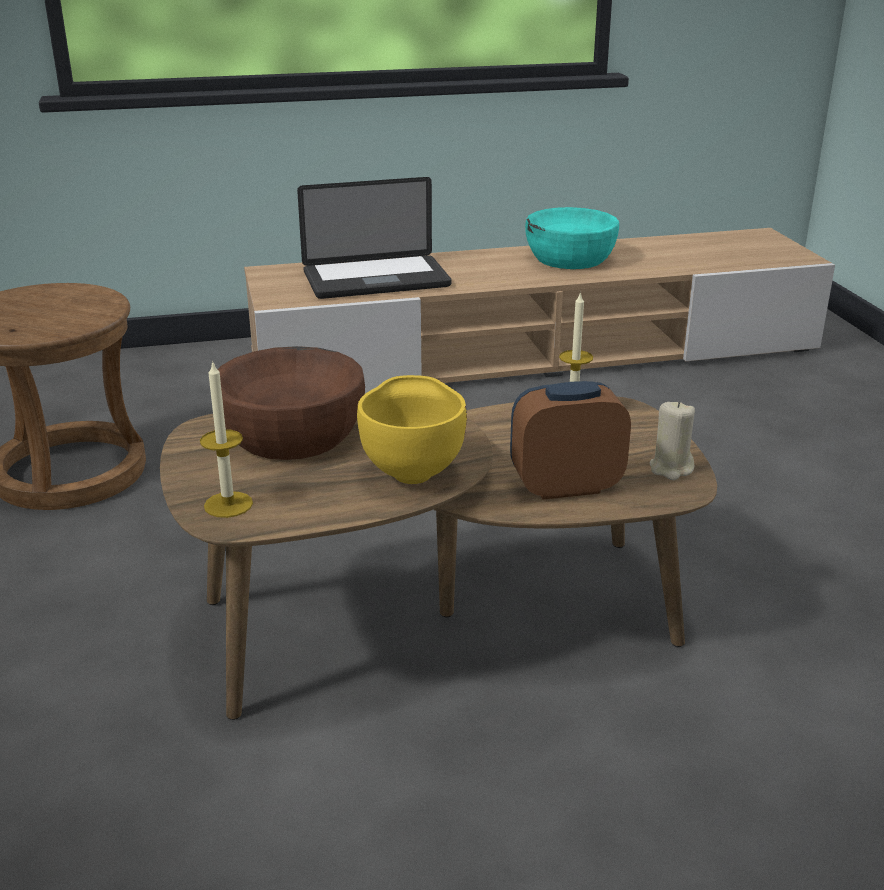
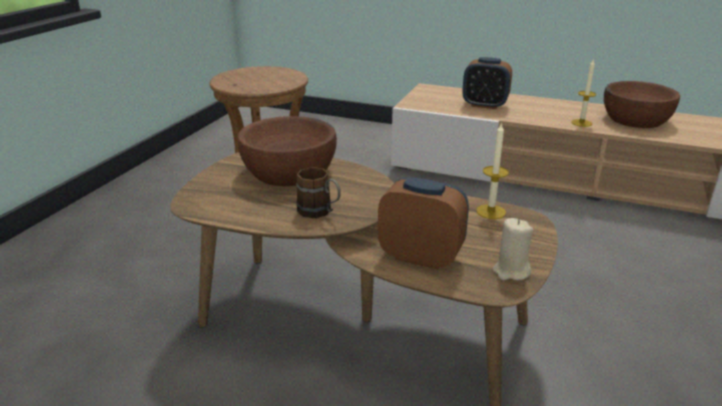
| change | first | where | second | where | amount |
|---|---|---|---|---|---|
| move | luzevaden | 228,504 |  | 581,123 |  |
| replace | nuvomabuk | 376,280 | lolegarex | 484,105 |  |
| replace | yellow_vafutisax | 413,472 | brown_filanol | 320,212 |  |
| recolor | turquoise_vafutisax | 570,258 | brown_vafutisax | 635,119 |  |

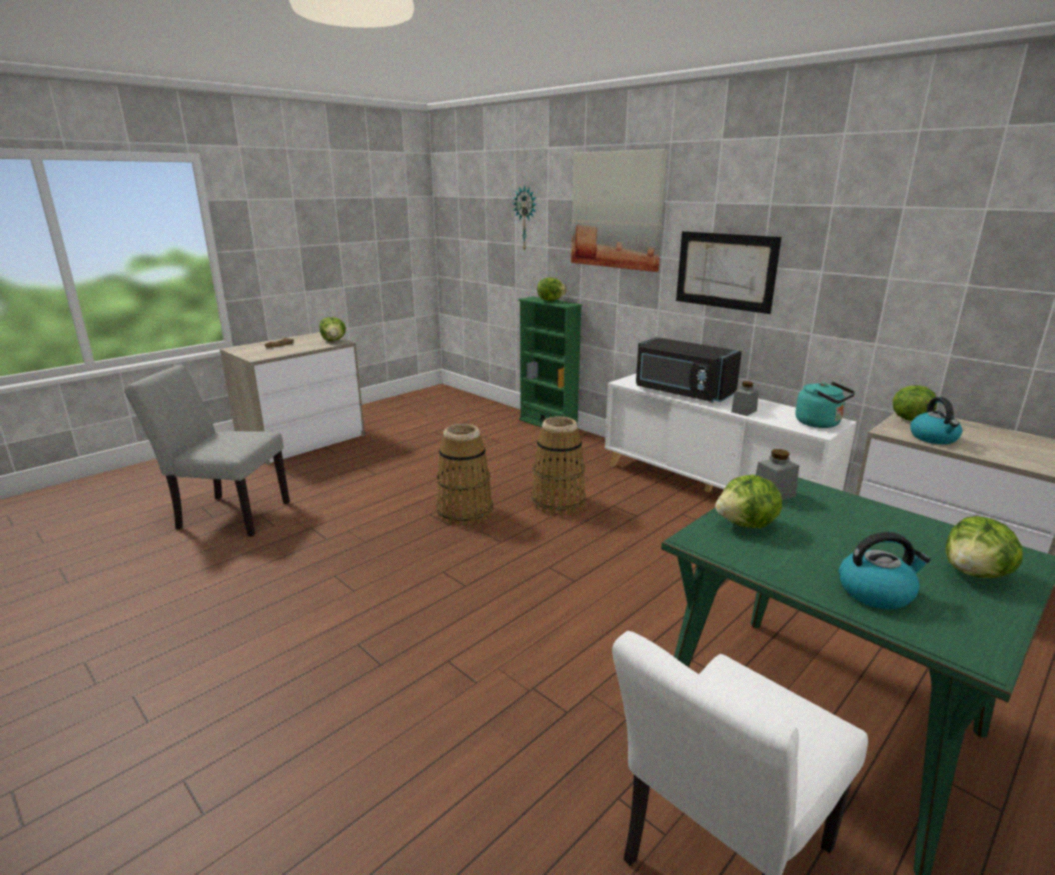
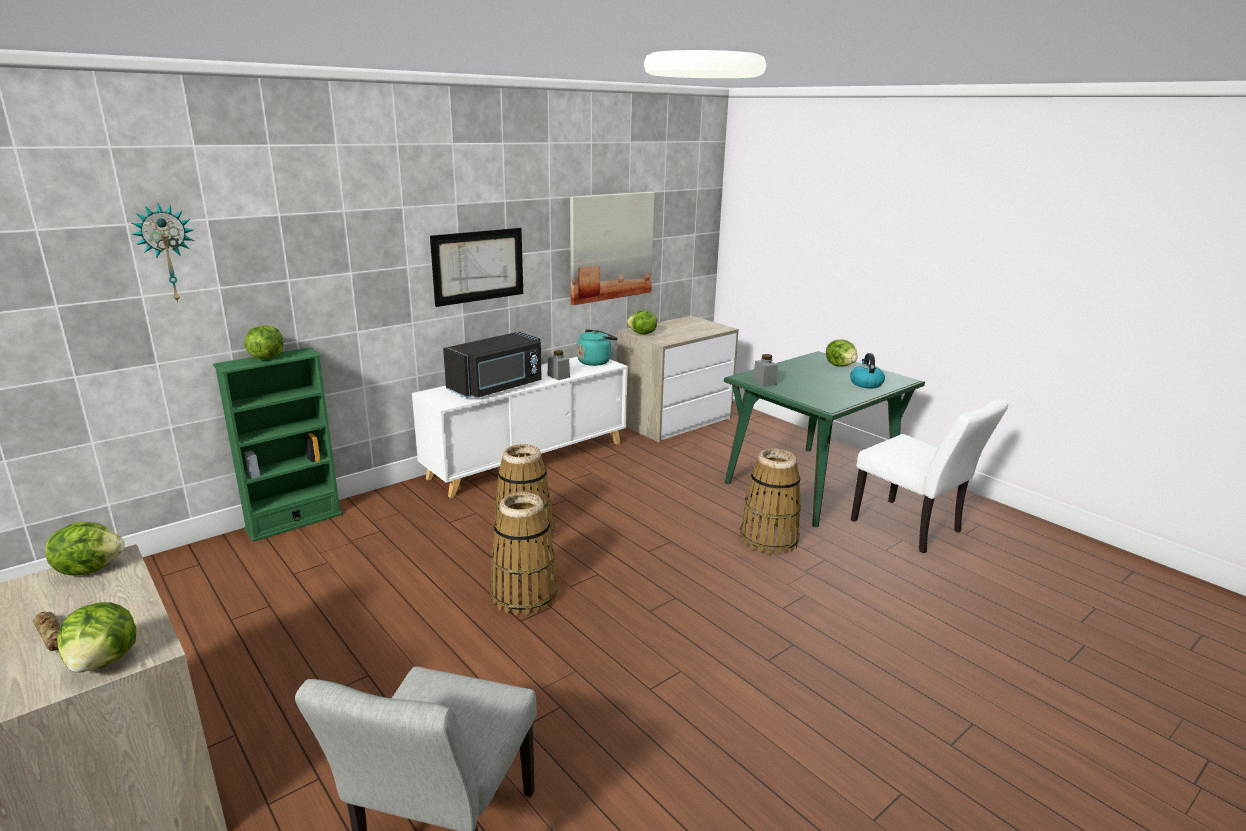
| change | first | where | second | where | amount |
|---|---|---|---|---|---|
| delete | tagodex | 934,438 |  |  |  |
| insert |  |  | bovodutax | 769,539 |  |
| move | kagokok | 617,210 |  | 611,247 |  |
| move | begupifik | 747,525 |  | 104,661 |  |

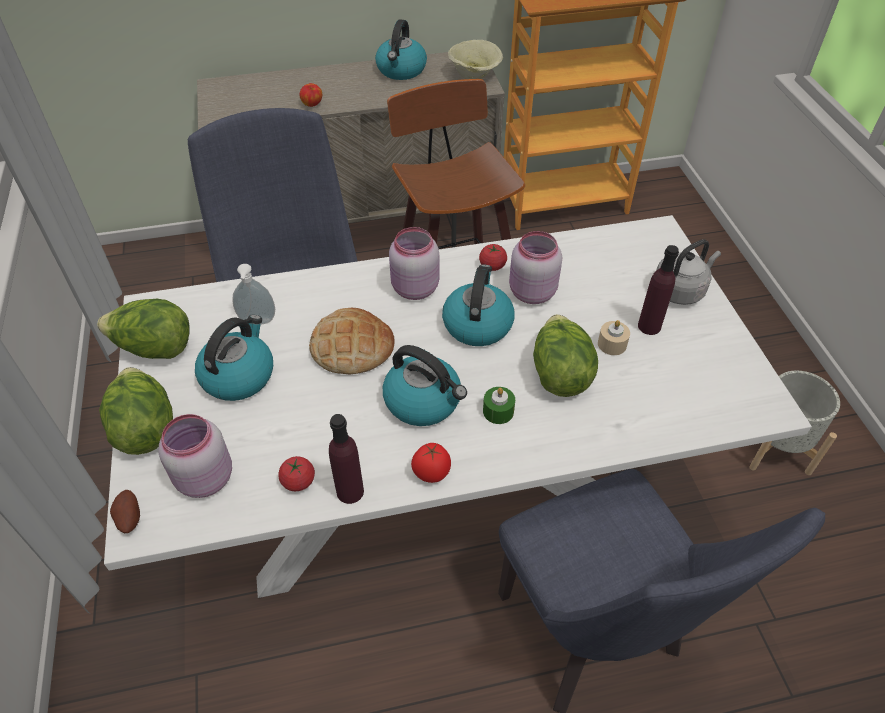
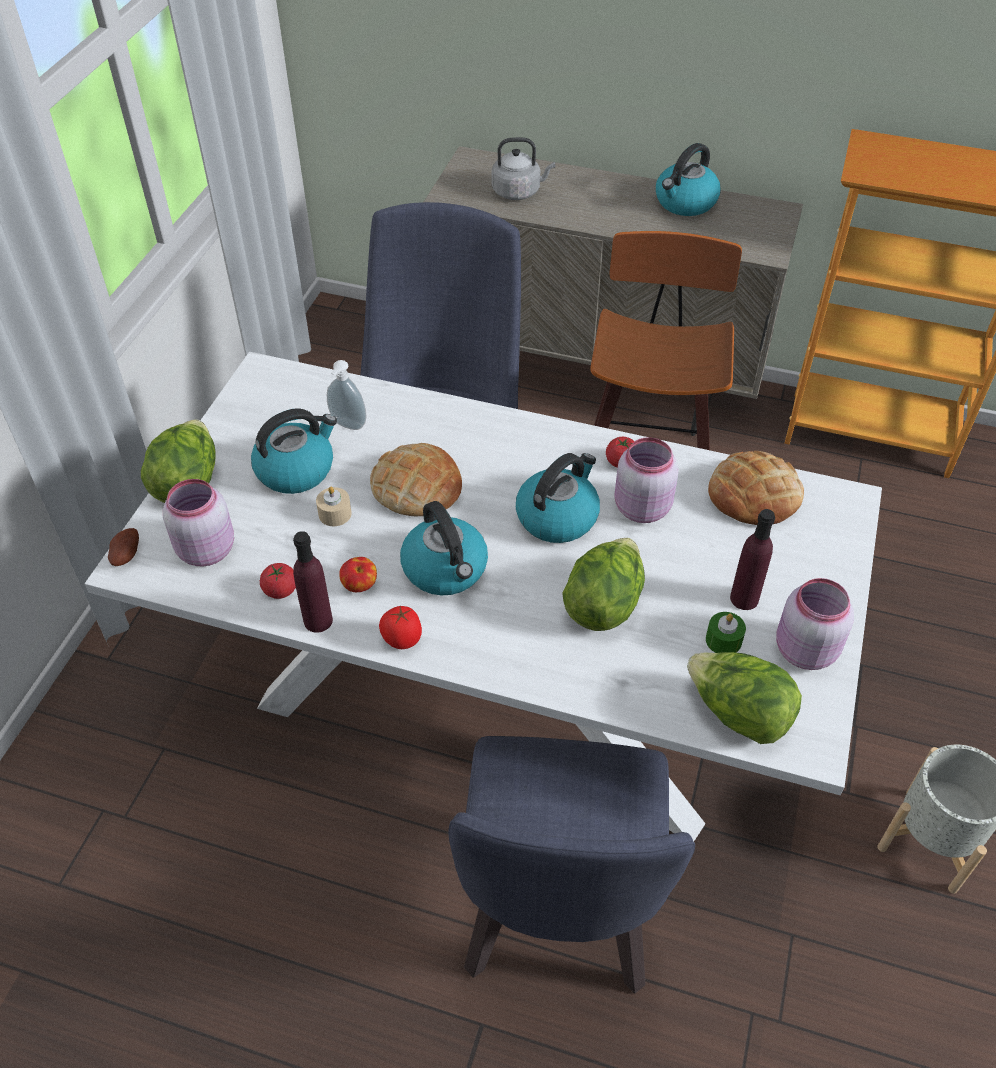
| change | first | where | second | where | amount |
|---|---|---|---|---|---|
| delete | beige_vafutisax | 475,75 |  |  |  |
| insert |  |  | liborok | 754,495 |  |
| move | begupifik | 154,348 |  | 738,714 |  |
| move | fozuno | 312,104 |  | 360,586 |  |
| move | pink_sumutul | 413,289 |  | 803,650 |  |
| move | green_luzevaden | 498,411 |  | 723,640 |  |
| move | beige_luzevaden | 612,344 |  | 335,514 |  |
| move | grey_tagodex | 680,290 |  | 519,192 |  |

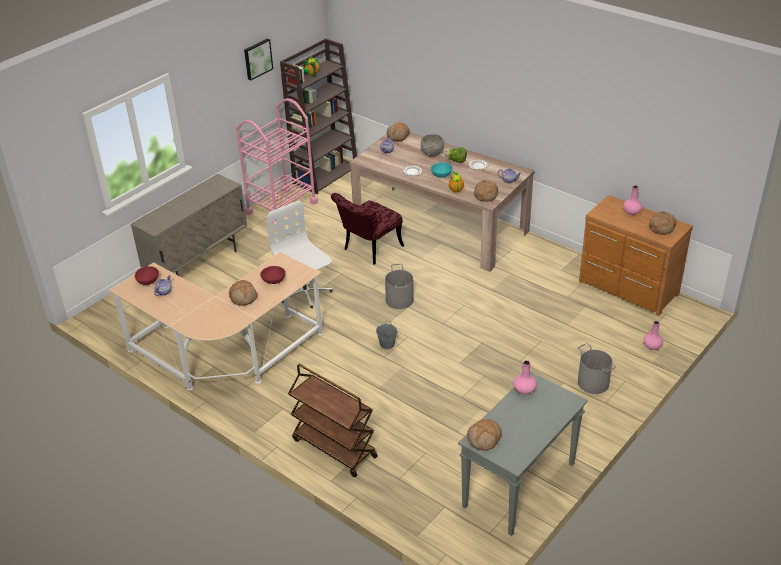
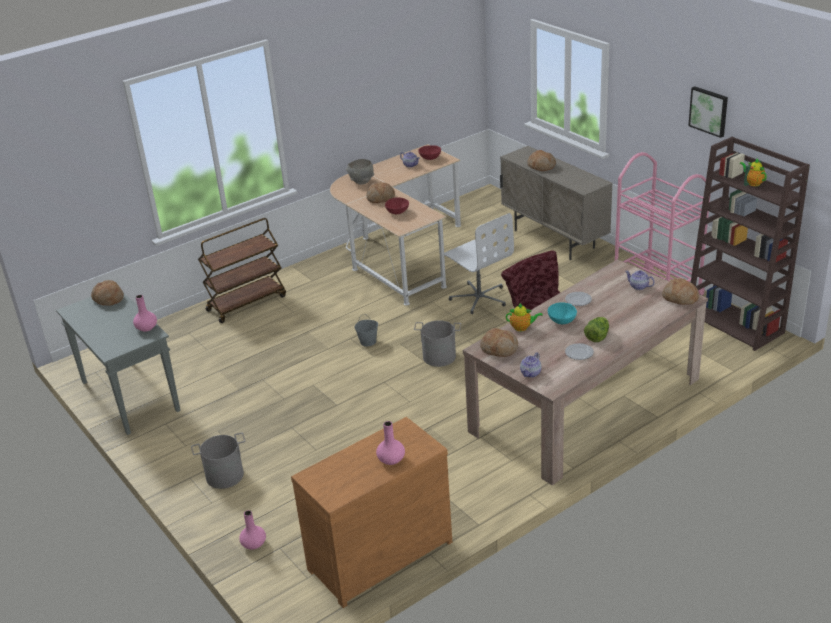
| change | first | where | second | where | amount |
|---|---|---|---|---|---|
| move | grey_vafutisax | 432,155 |  | 361,182 |  |
| move | liborok | 661,227 |  | 541,166 |  |
| rotate | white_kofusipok | 305,292 |  | 479,298 | 75 degrees clockwise |

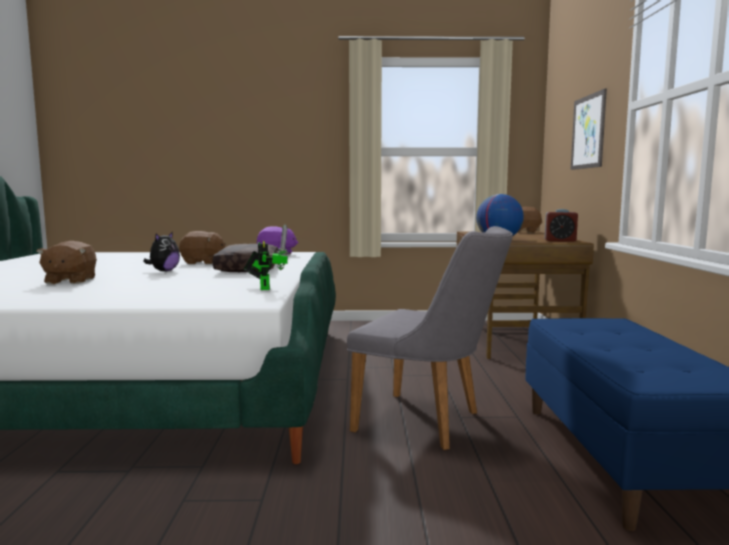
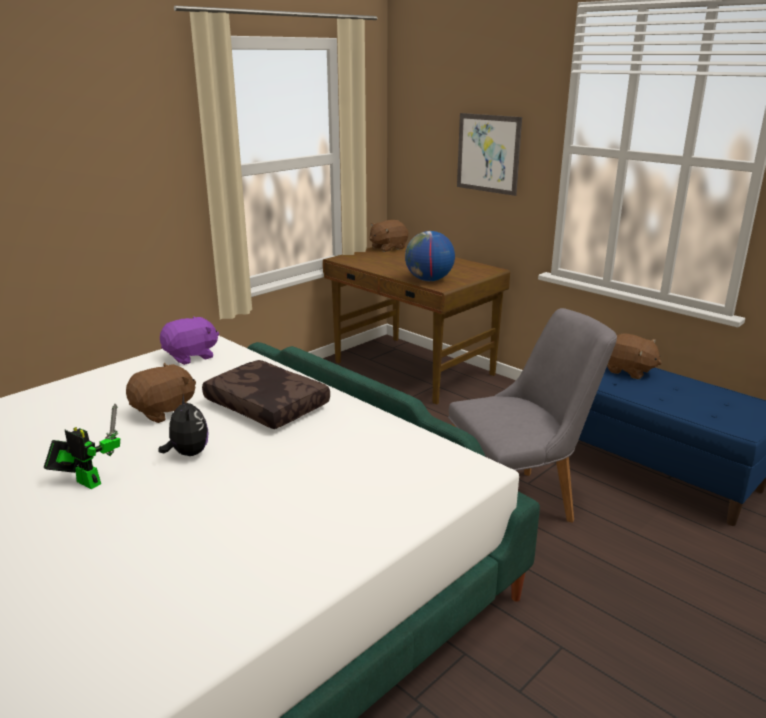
| change | first | where | second | where | amount |
|---|---|---|---|---|---|
| delete | lolegarex | 560,240 |  |  |  |
| move | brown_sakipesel | 70,281 |  | 629,371 |  |
| move | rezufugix | 265,287 |  | 86,481 |  |

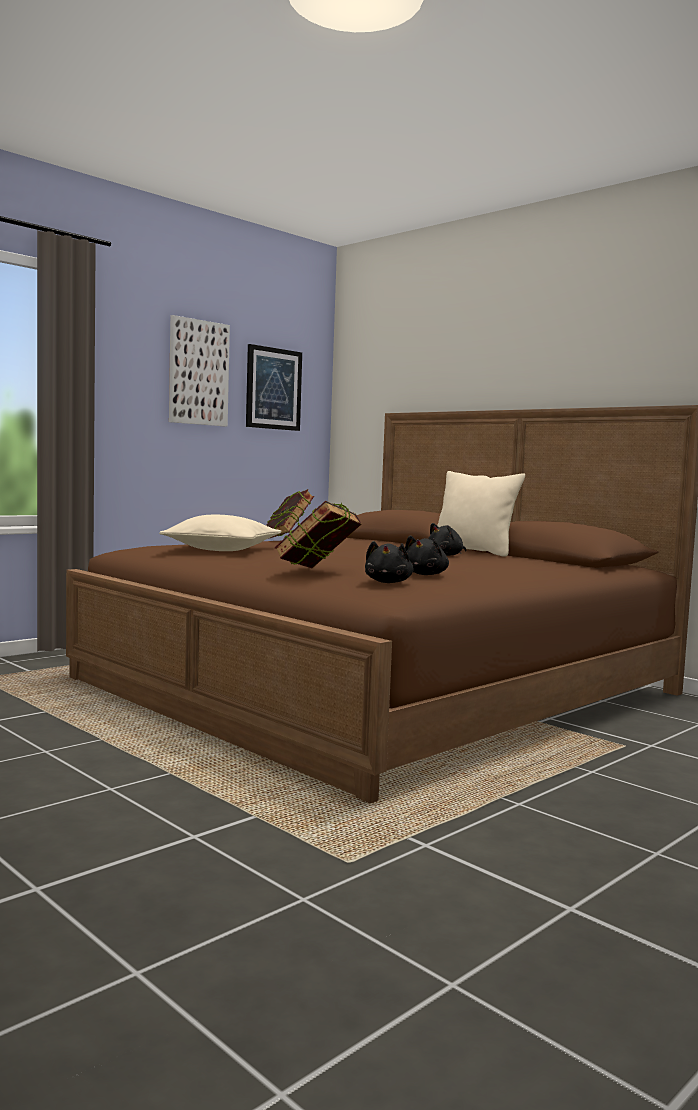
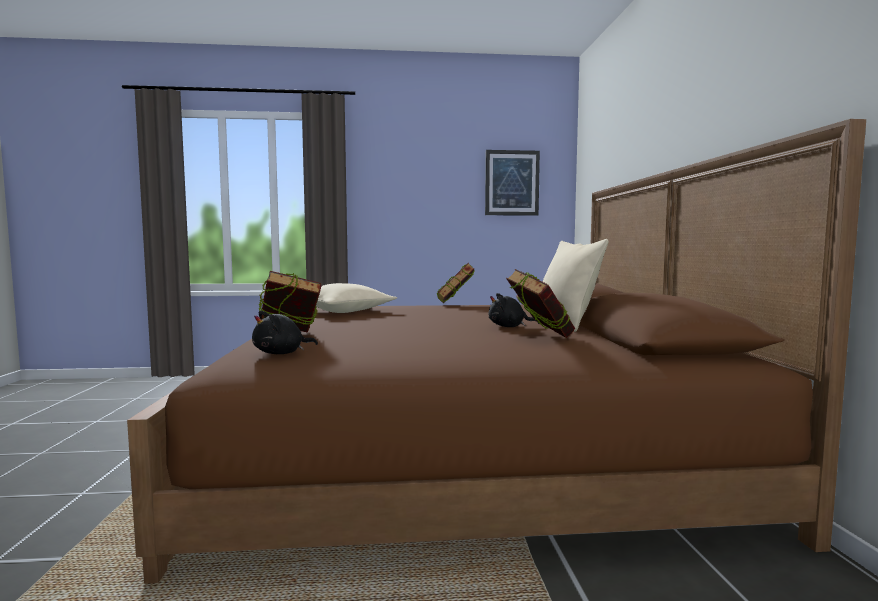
| change | first | where | second | where | amount |
|---|---|---|---|---|---|
| delete | kagokok | 198,372 |  |  |  |
| delete | black_sakipesel | 426,574 |  |  |  |
| insert |  |  | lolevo | 539,337 |  |

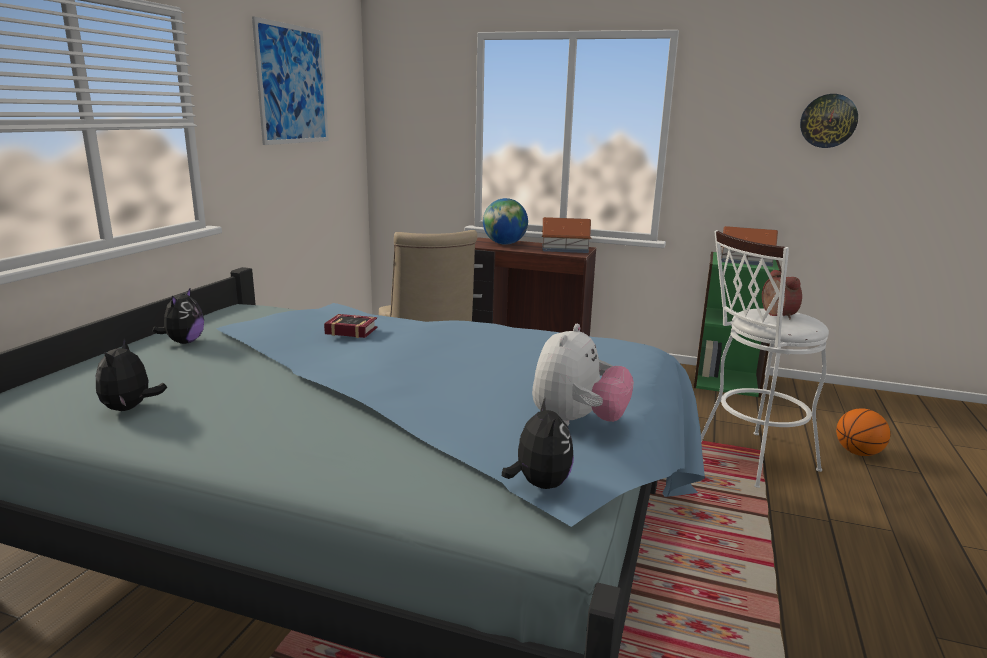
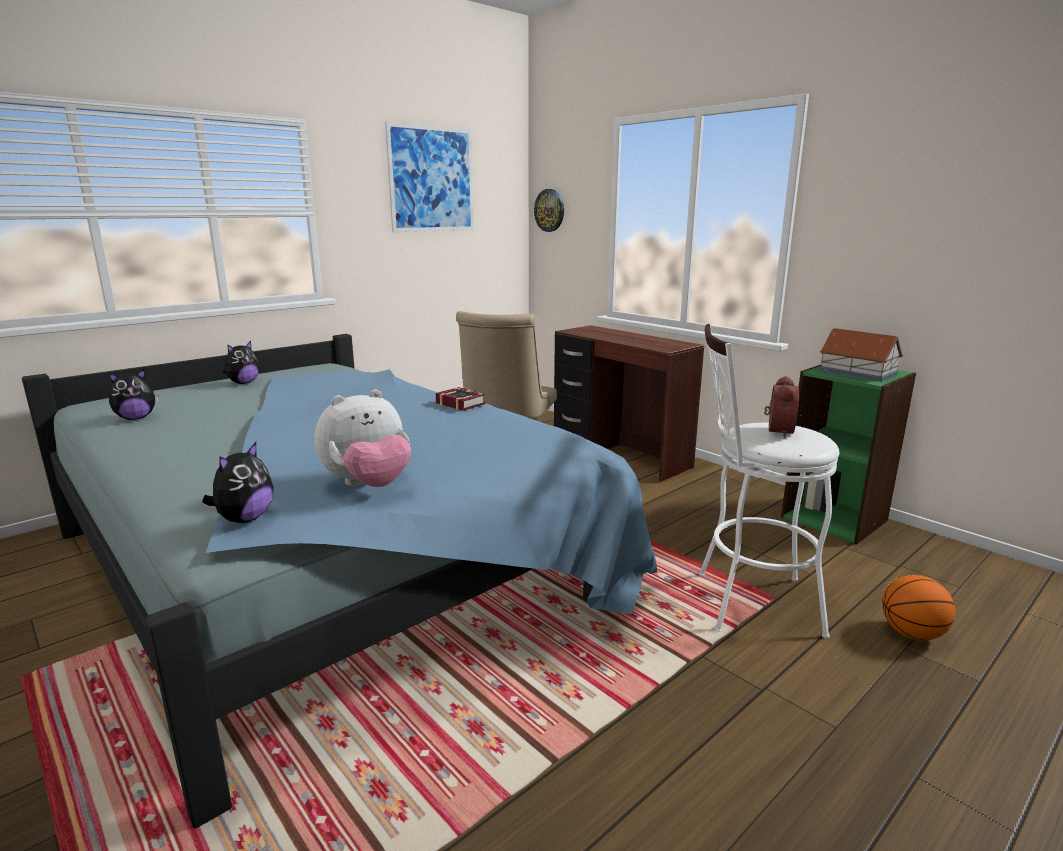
| change | first | where | second | where | amount |
|---|---|---|---|---|---|
| delete | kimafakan | 504,244 |  |  |  |
| delete | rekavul | 564,249 |  |  |  |
| move | lolevo | 350,330 |  | 460,403 |  |
| move | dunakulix | 828,121 |  | 549,210 |  |
| rotate | sakipesel | 130,408 |  | 136,418 | 150 degrees counterclockwise |

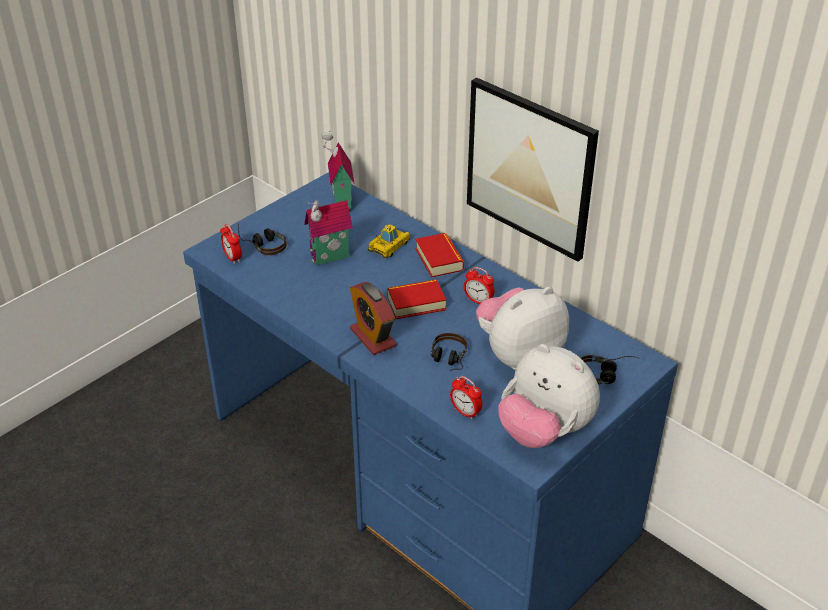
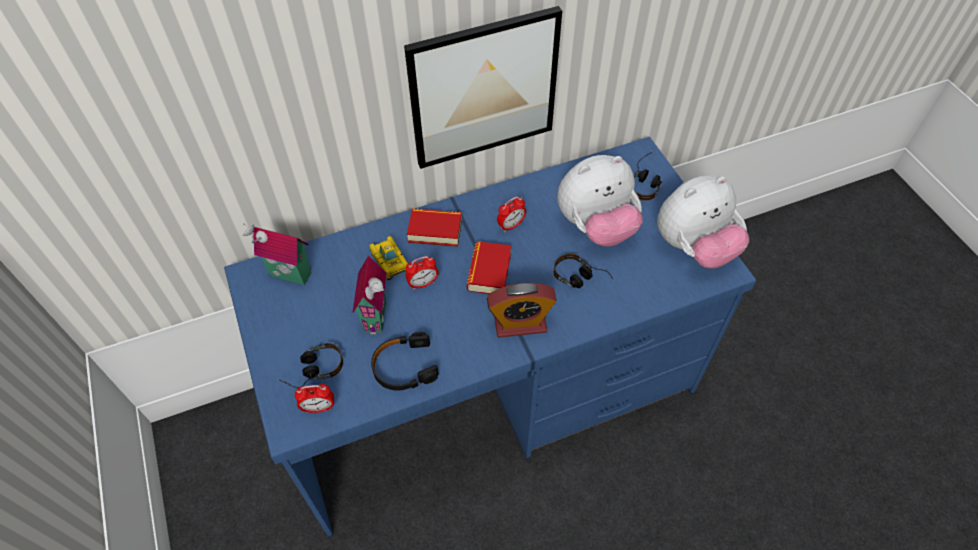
| change | first | where | second | where | amount |
|---|---|---|---|---|---|
| insert |  |  | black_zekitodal | 404,367 |  |
| move | lolegarex | 465,412 |  | 423,283 |  |
| rotate | sakipesel | 519,355 |  | 596,226 | 105 degrees counterclockwise |

